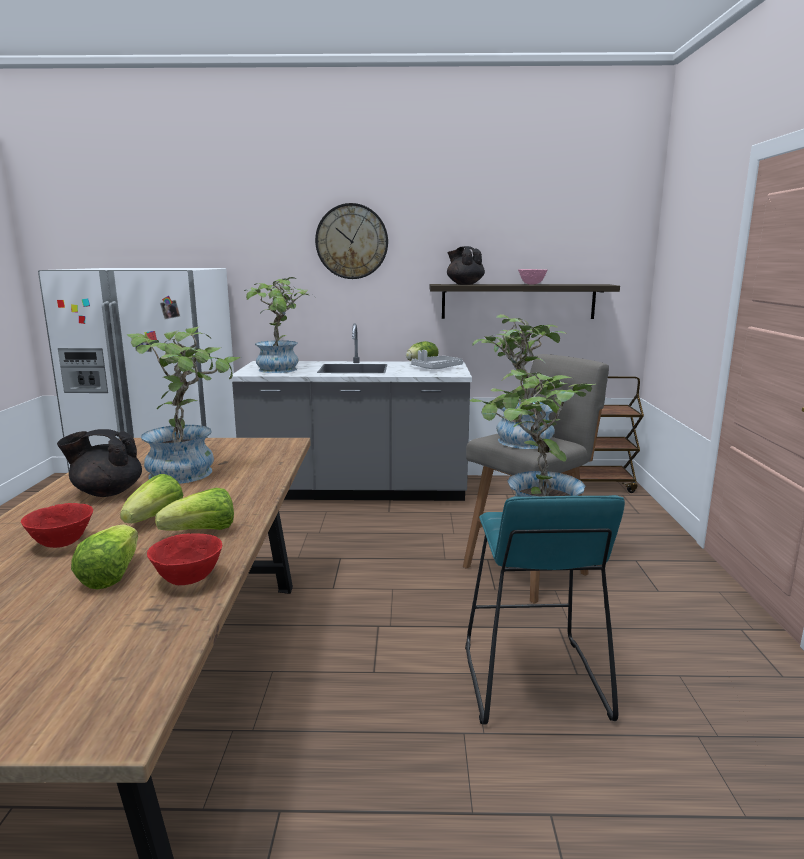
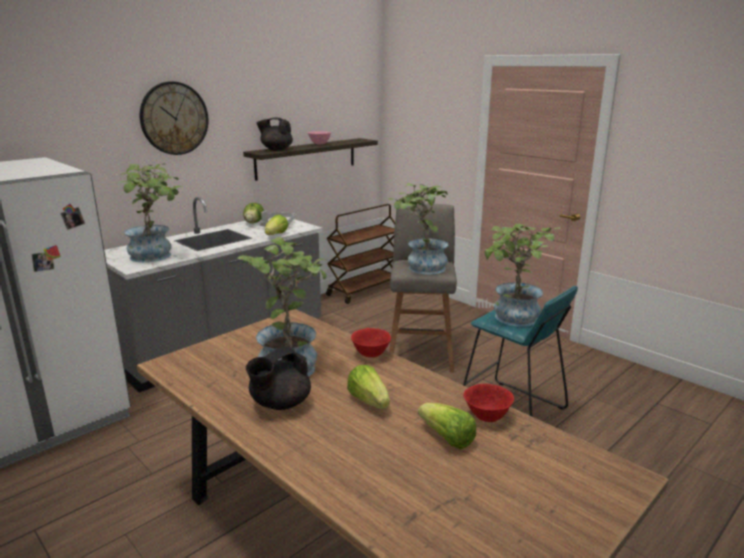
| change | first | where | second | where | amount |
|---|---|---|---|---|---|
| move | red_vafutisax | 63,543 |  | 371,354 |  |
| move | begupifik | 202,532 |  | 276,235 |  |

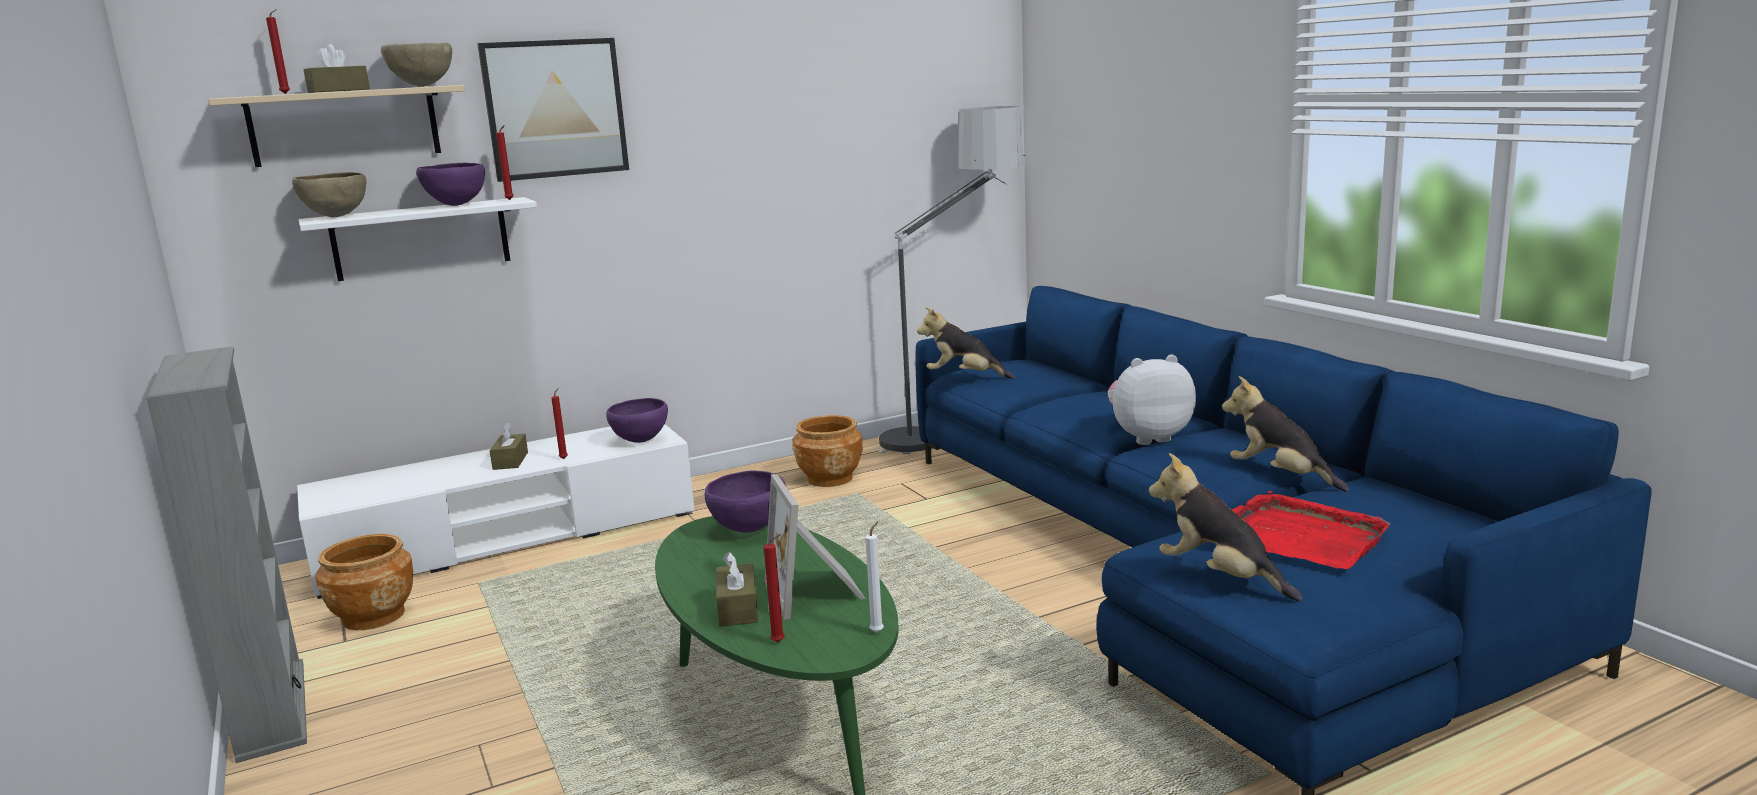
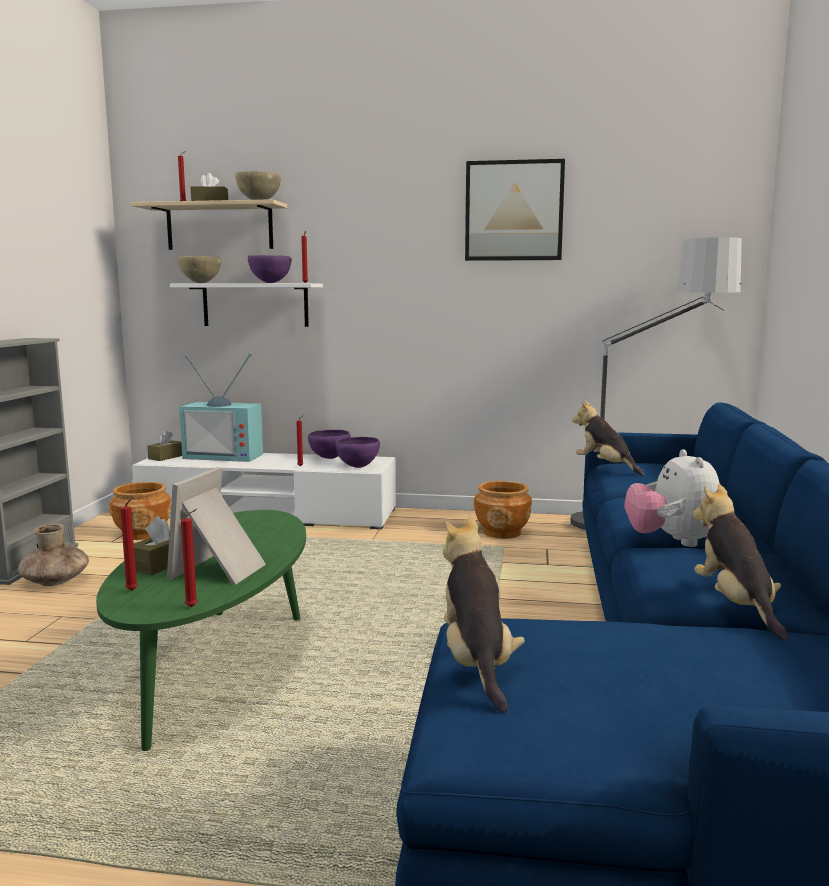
| change | first | where | second | where | amount |
|---|---|---|---|---|---|
| delete | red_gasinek | 1298,537 |  |  |  |
| insert |  |  | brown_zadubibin | 55,581 |  |
| insert |  |  | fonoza | 226,455 |  |
| move | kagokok | 555,109 |  | 514,211 |  |
| move | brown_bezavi | 510,461 |  | 166,457 |  |
| move | purple_vafutisax | 749,530 |  | 329,458 |  |
| recolor | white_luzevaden | 878,631 | red_luzevaden | 193,607 |  |
| rotate | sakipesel | 1148,438 |  | 672,541 | 120 degrees counterclockwise |

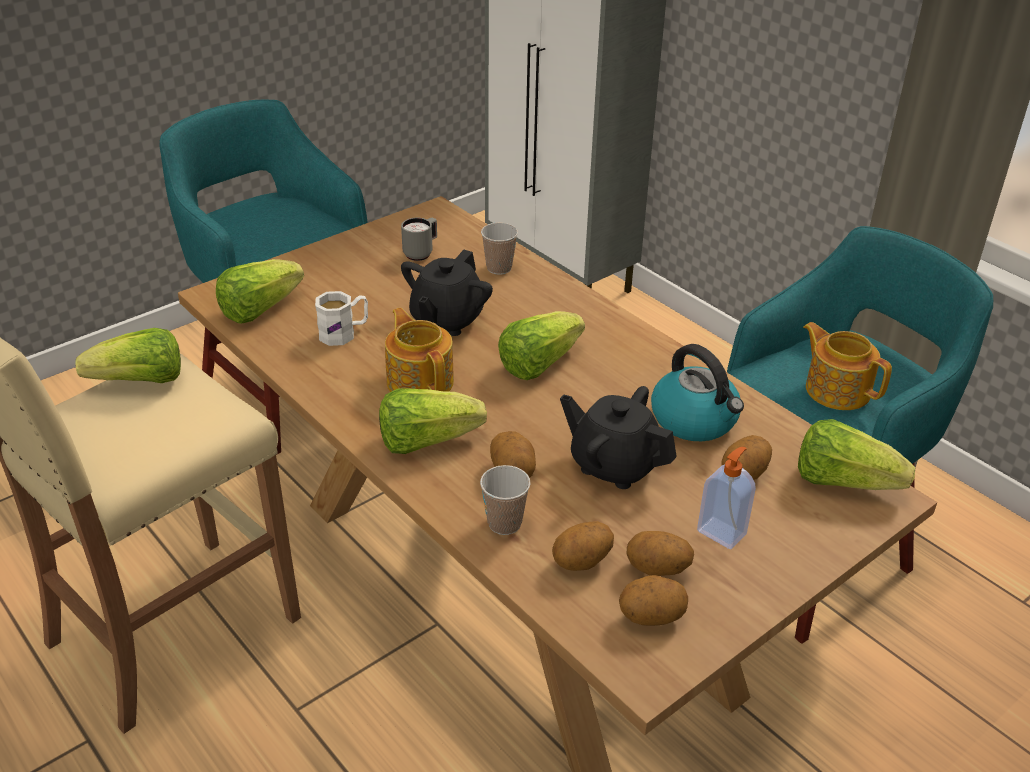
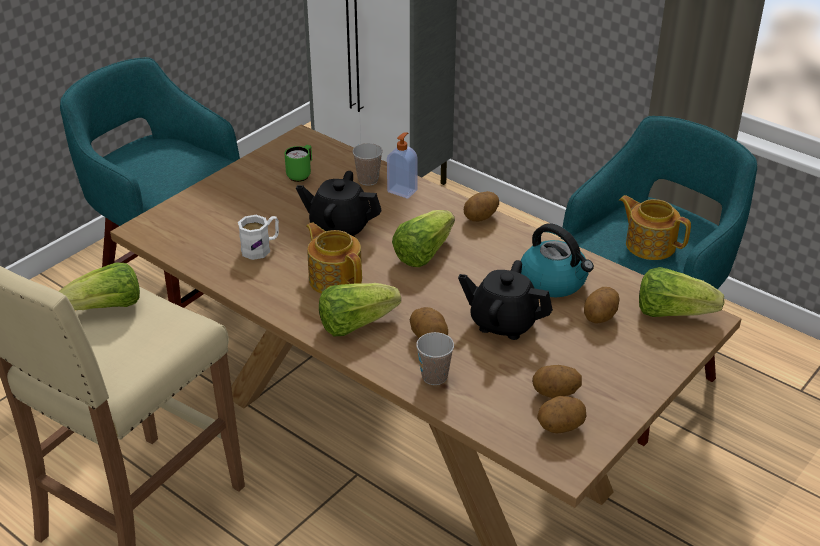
| change | first | where | second | where | amount |
|---|---|---|---|---|---|
| delete | begupifik | 259,309 |  |  |  |
| move | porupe | 582,562 |  | 481,218 |  |
| move | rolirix | 722,532 |  | 402,191 |  |
| recolor | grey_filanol | 421,253 | green_filanol | 301,174 |  |
| rotate | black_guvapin | 446,320 |  | 340,227 | 90 degrees clockwise |

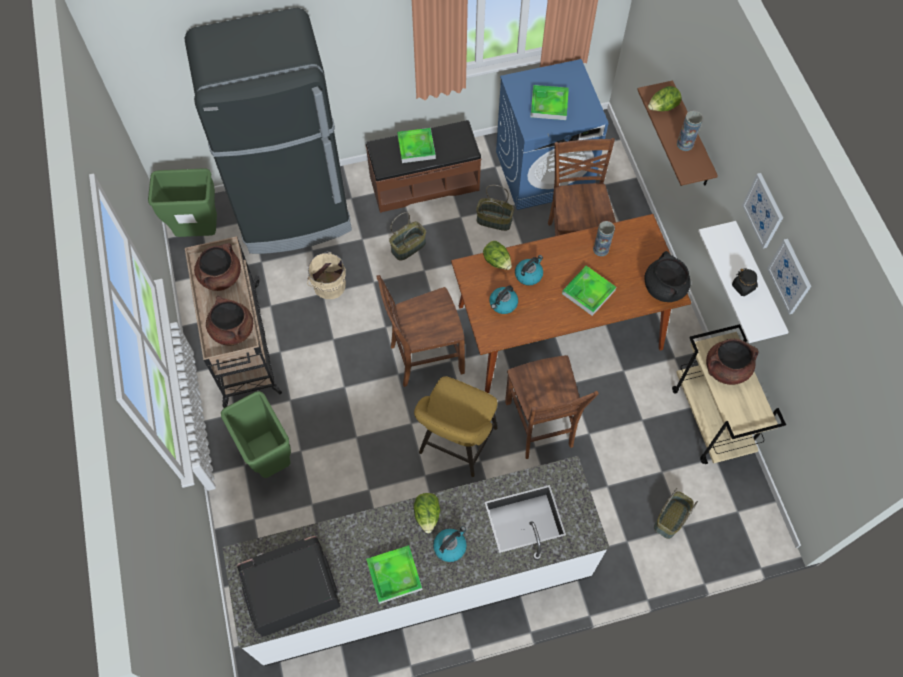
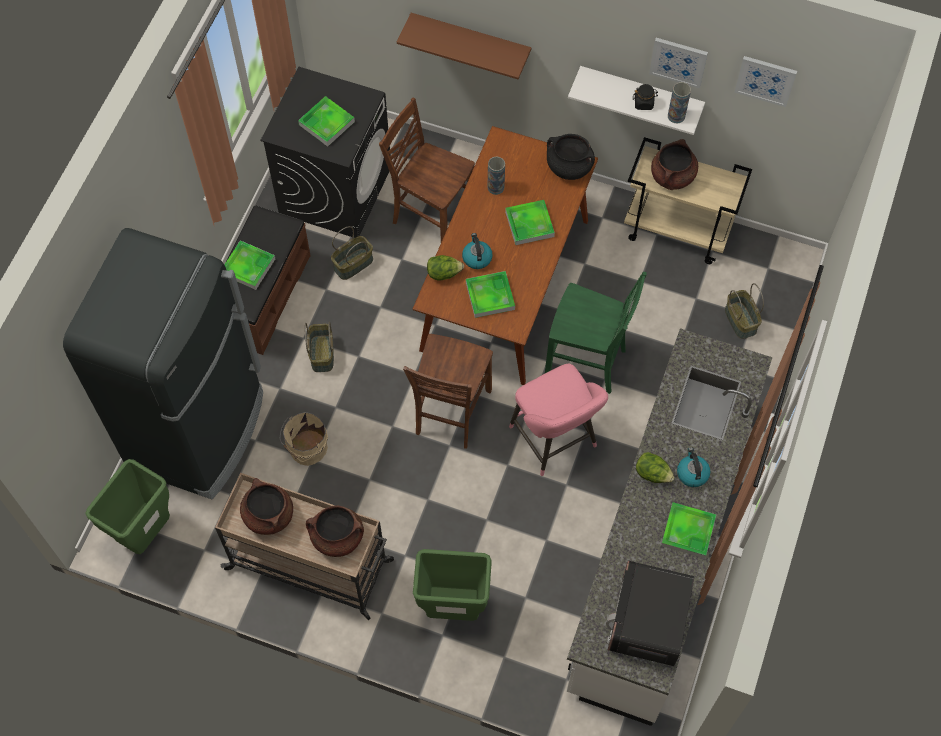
| change | first | where | second | where | amount |
|---|---|---|---|---|---|
| delete | begupifik | 662,108 |  |  |  |
| move | zadubibin | 685,144 |  | 676,116 |  |
| move | kagokok | 763,210 |  | 765,80 |  |
| replace | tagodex | 503,304 | gasinek | 490,296 |  |
| recolor | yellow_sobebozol | 456,444 | pink_sobebozol | 555,440 |  |
| recolor | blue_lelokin | 544,171 | black_lelokin | 335,189 |  |
| recolor | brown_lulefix | 540,425 | green_lulefix | 587,362 |  |

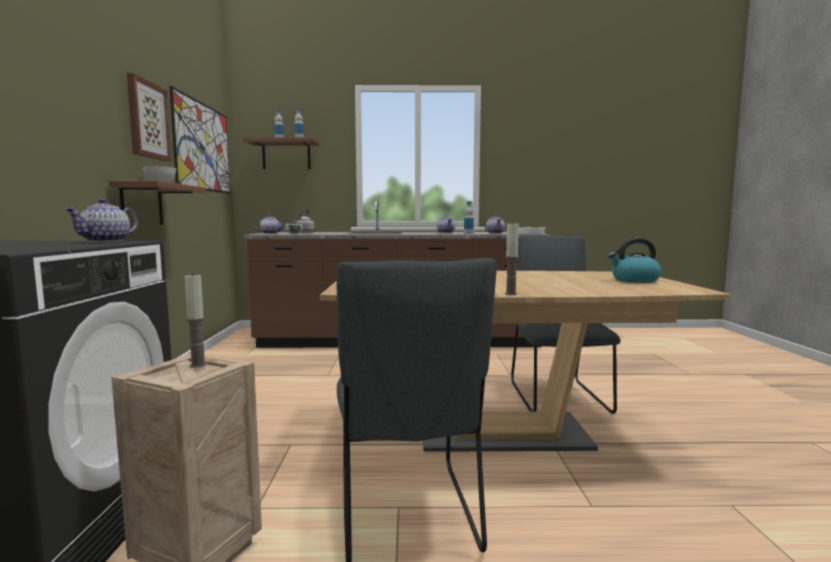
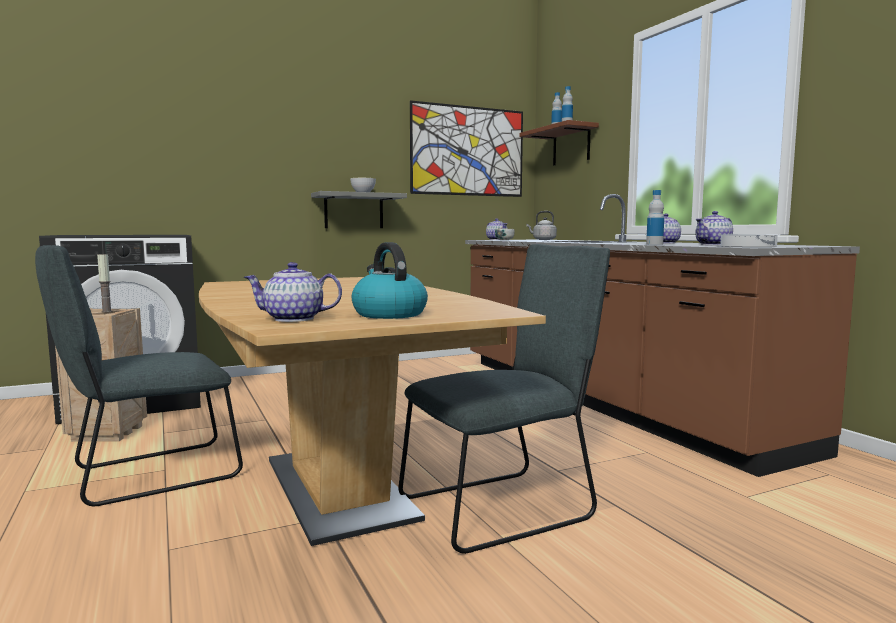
| change | first | where | second | where | amount |
|---|---|---|---|---|---|
| delete | kagokok | 147,120 |  |  |  |
| delete | luzevaden | 510,294 |  |  |  |
| move | guvapin | 106,241 |  | 294,319 |  |
| recolor | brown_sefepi | 142,204 | grey_sefepi | 354,211 |  |

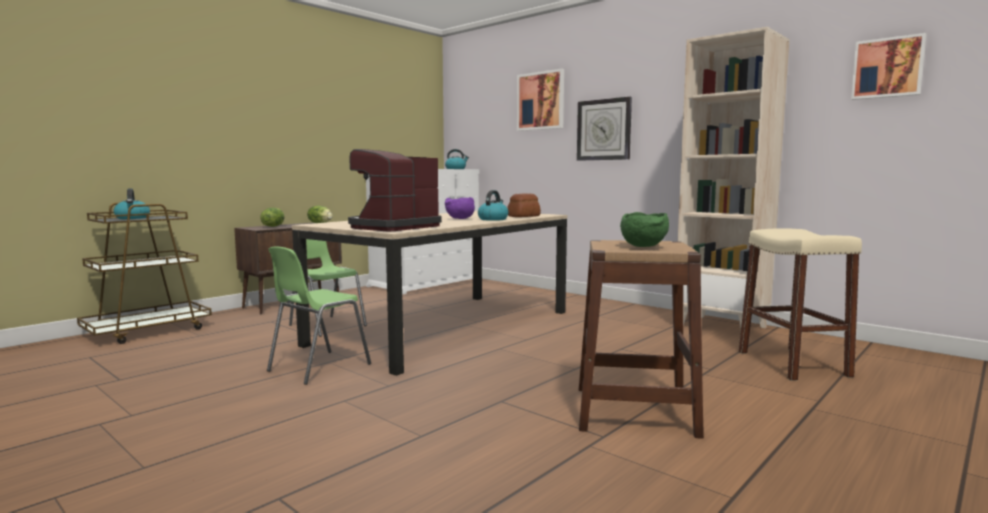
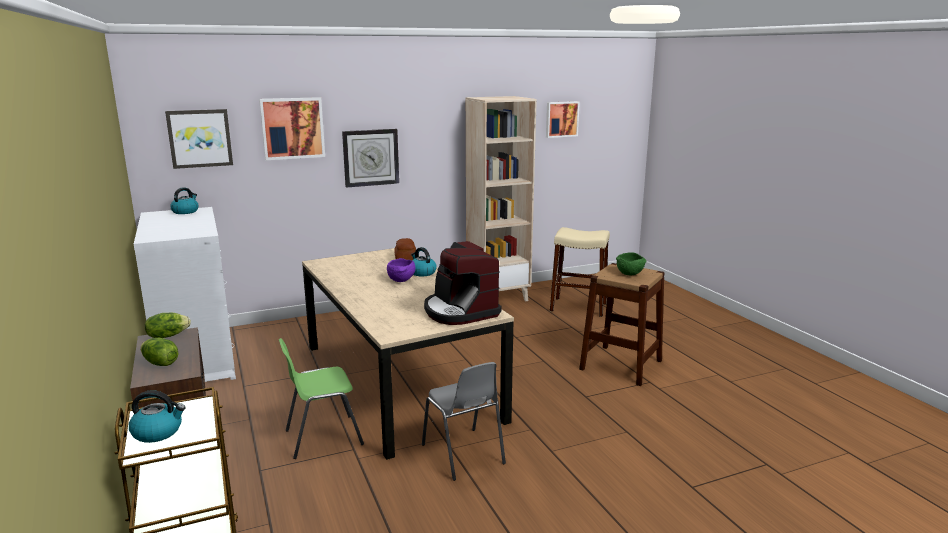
| change | first | where | second | where | amount |
|---|---|---|---|---|---|
| insert |  |  | kagokok | 200,138 |  |
| recolor | green_lulefix | 318,367 | grey_lulefix | 463,454 |  |

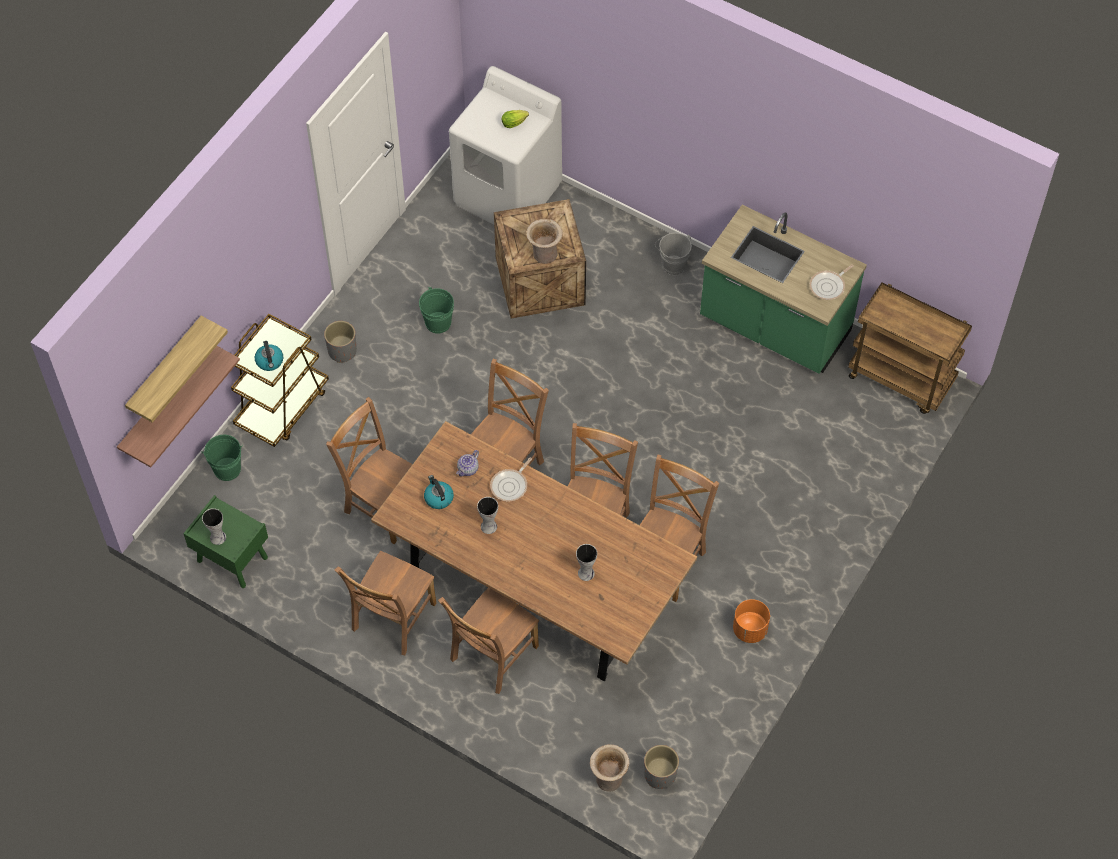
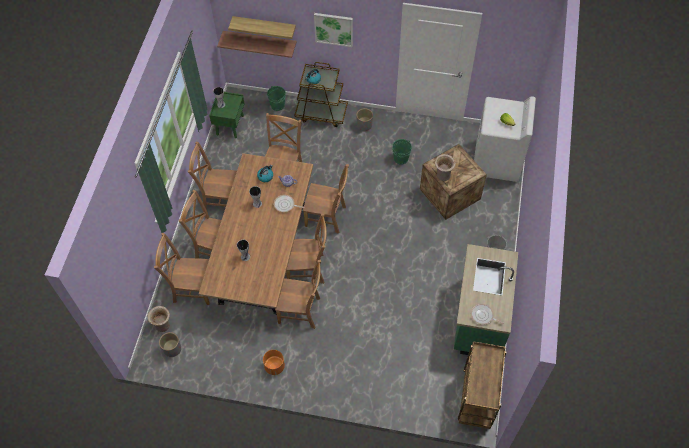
| change | first | where | second | where | amount |
|---|---|---|---|---|---|
| insert |  |  | brown_lulefix | 192,288 |  |
| insert |  |  | kagokok | 333,29 |  |

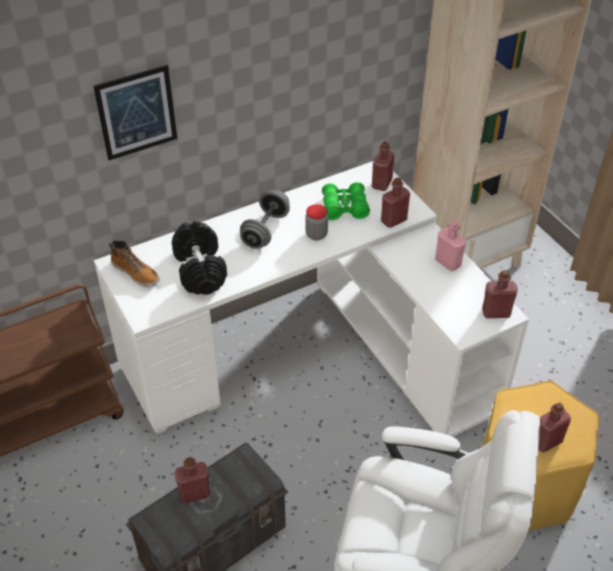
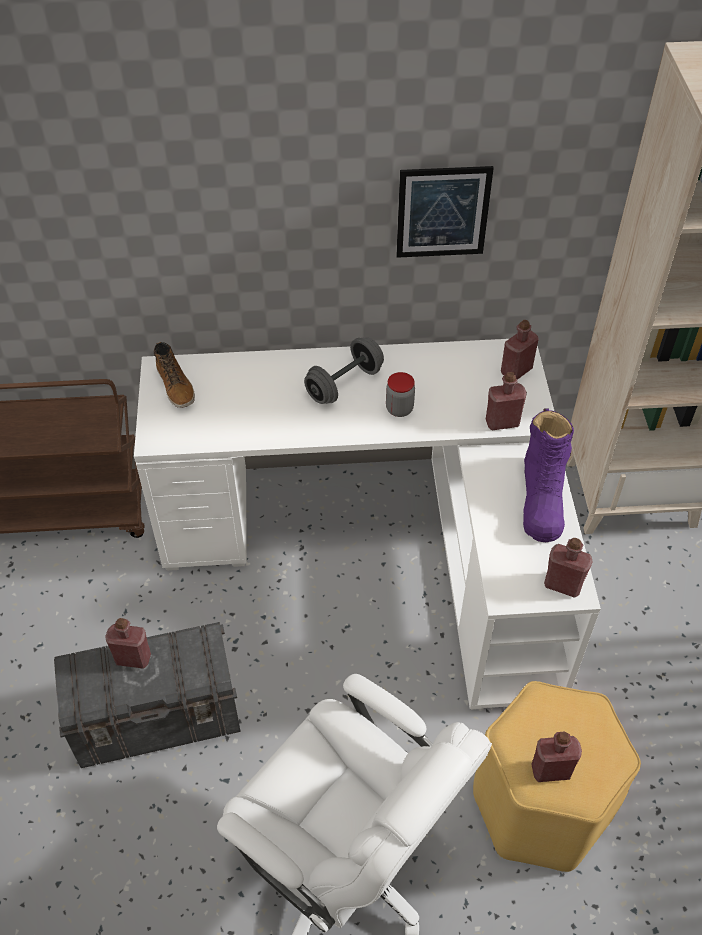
| change | first | where | second | where | amount |
|---|---|---|---|---|---|
| delete | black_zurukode | 200,270 |  |  |  |
| delete | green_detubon | 344,208 |  |  |  |
| move | kagokok | 136,112 |  | 442,212 |  |
| replace | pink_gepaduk | 448,262 | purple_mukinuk | 541,498 |  |

